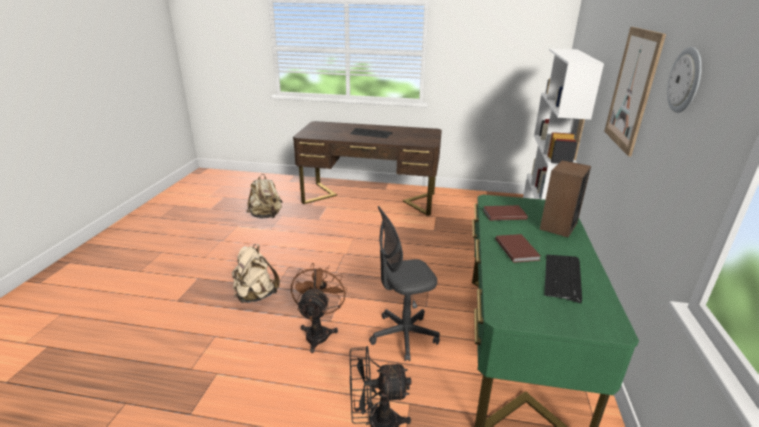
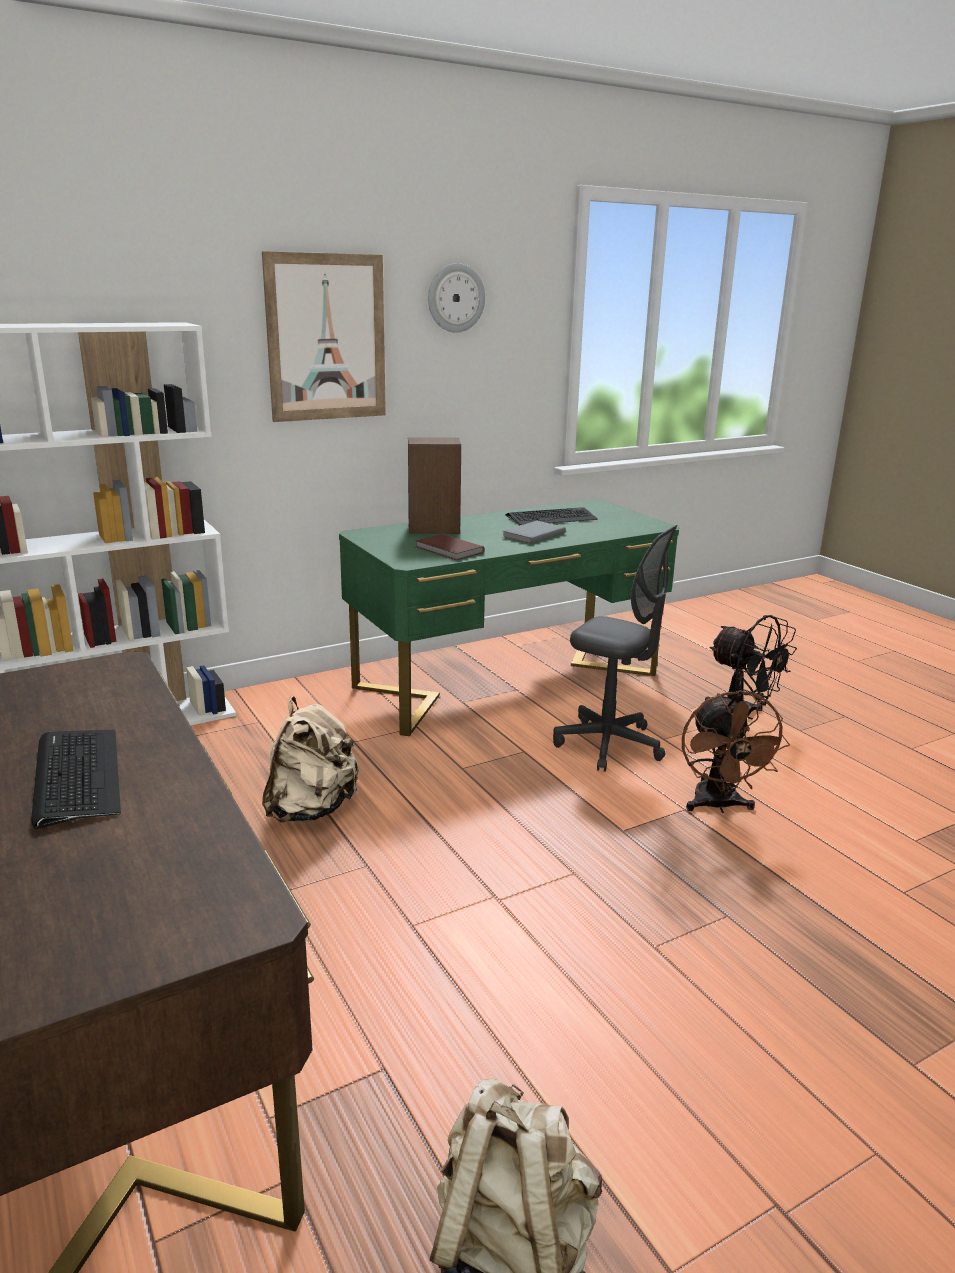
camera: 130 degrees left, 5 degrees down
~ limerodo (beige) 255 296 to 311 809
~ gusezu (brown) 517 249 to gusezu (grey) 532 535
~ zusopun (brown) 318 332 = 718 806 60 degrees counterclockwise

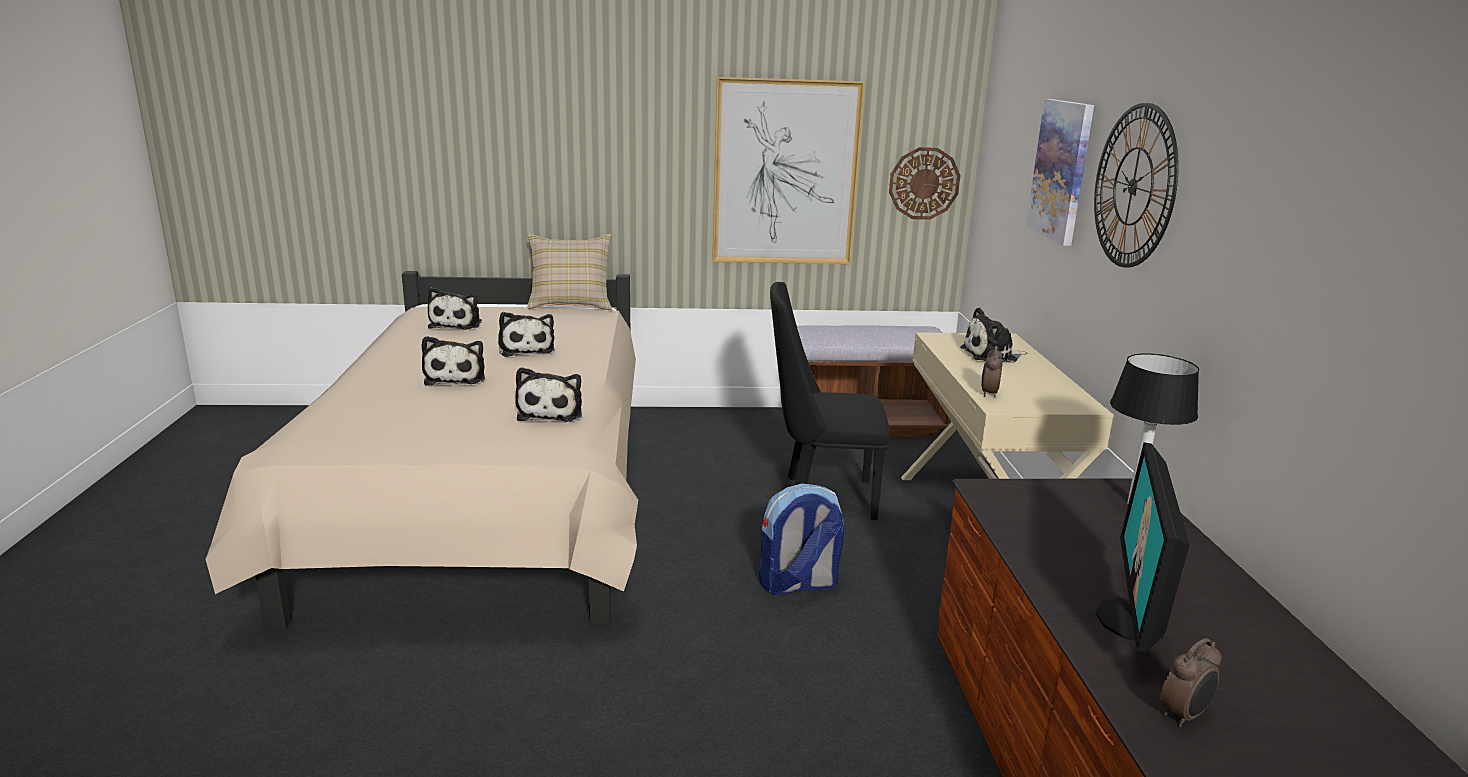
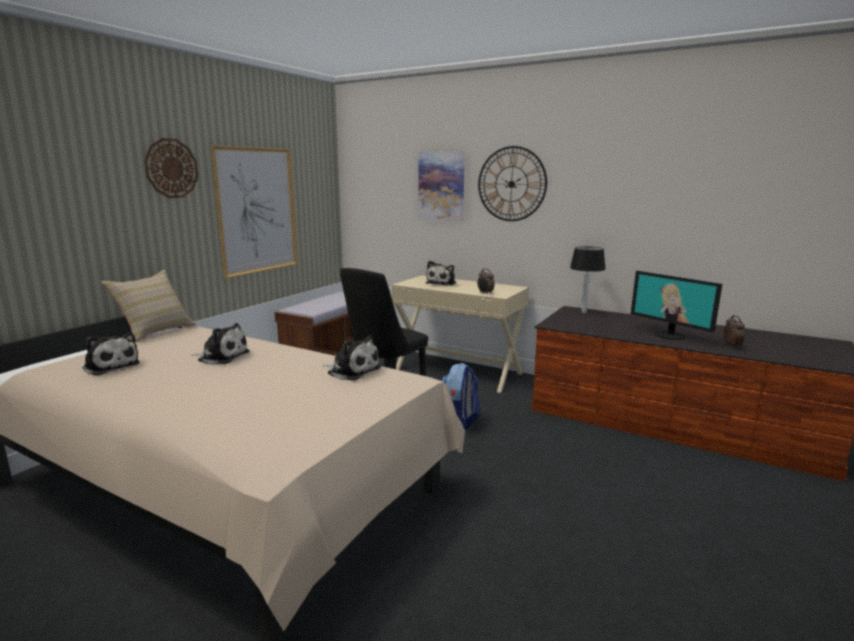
camera: 55 degrees left, 5 degrees down
~ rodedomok 924 183 to 171 168
- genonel 456 377

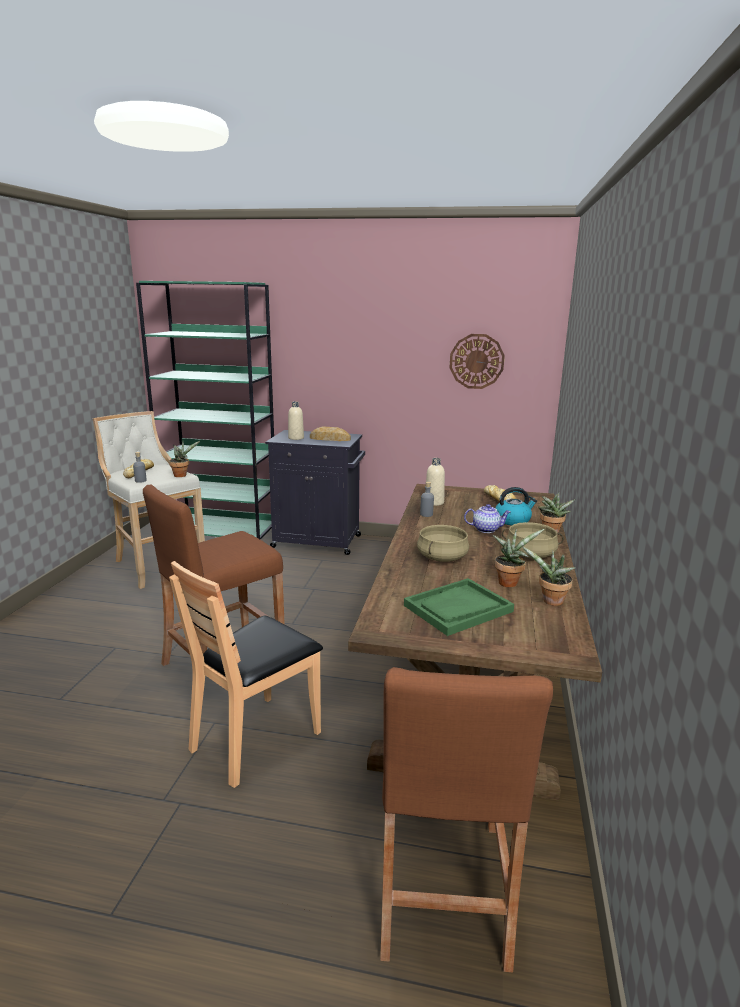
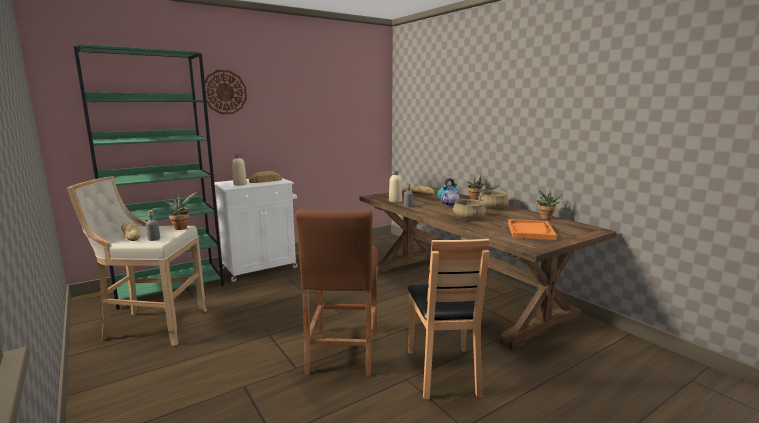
camera: 45 degrees left, 5 degrees down
~ rodedomok 476 361 to 224 92
~ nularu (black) 318 542 to nularu (white) 260 267
~ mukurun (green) 458 608 to mukurun (orange) 530 231
- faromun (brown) 442 886
- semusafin 509 582

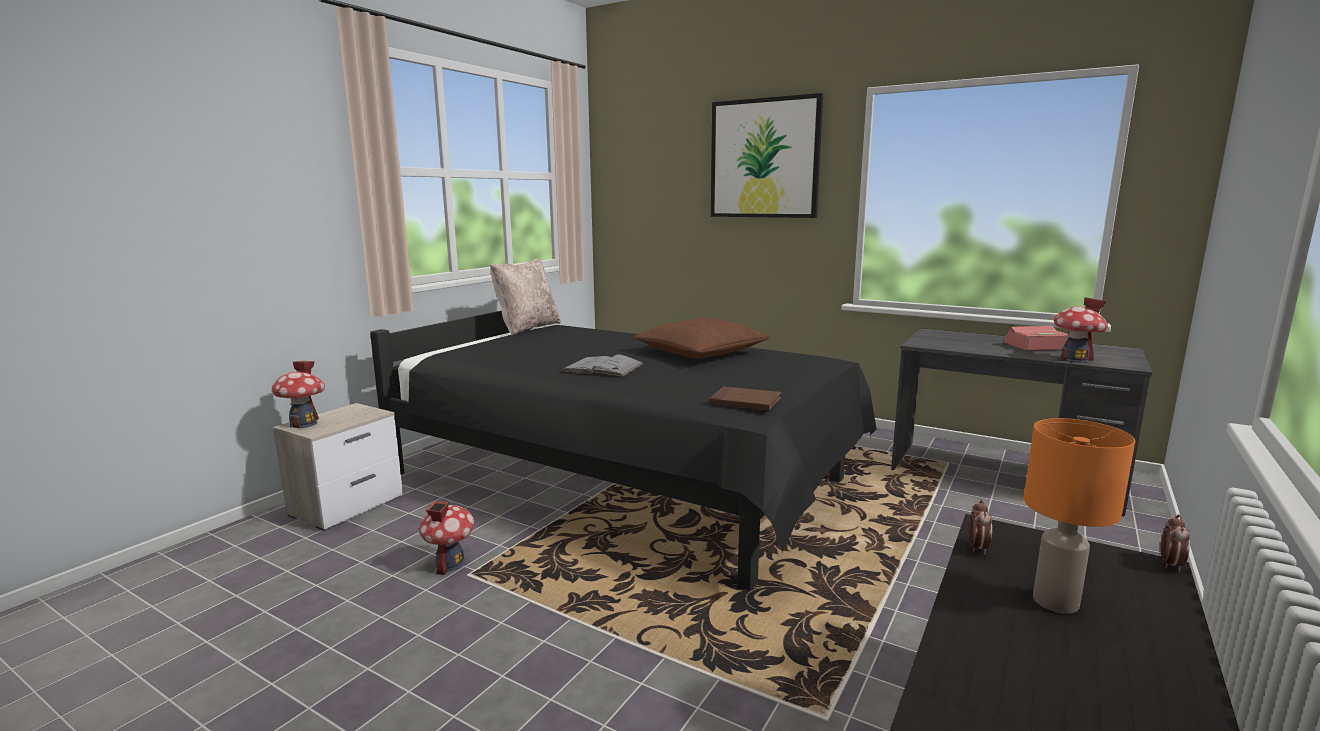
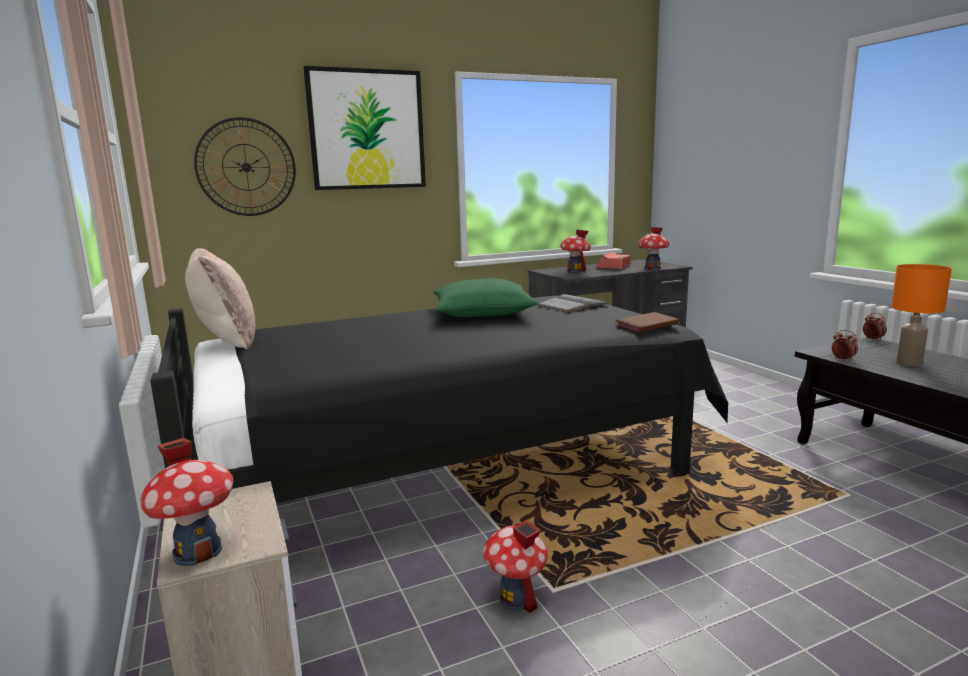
camera: 55 degrees left, 0 degrees up
+ rodedomok 246 167
~ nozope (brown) 700 352 to nozope (green) 482 312
~ gusezu (grey) 603 367 to 572 305
+ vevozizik 575 270

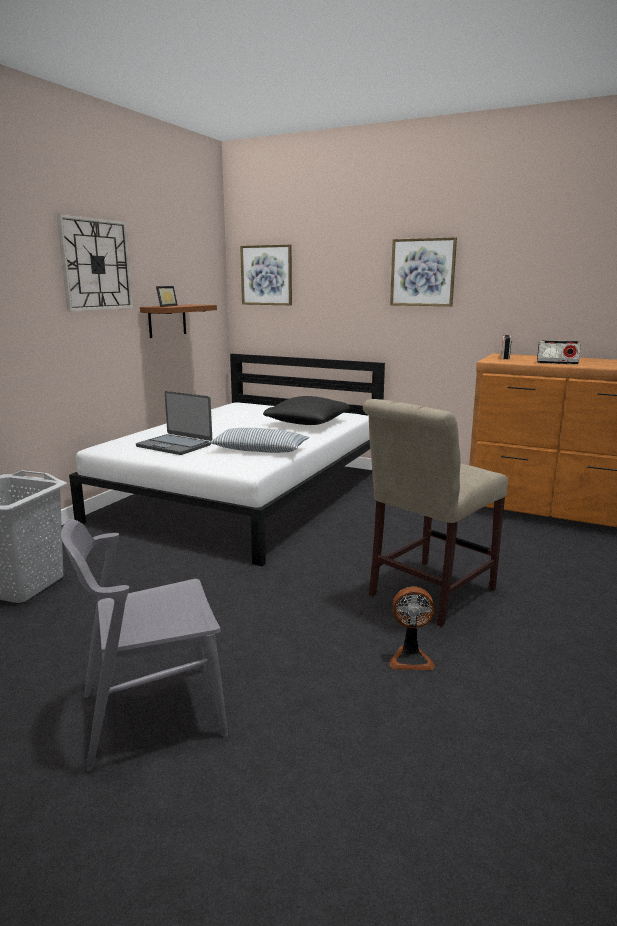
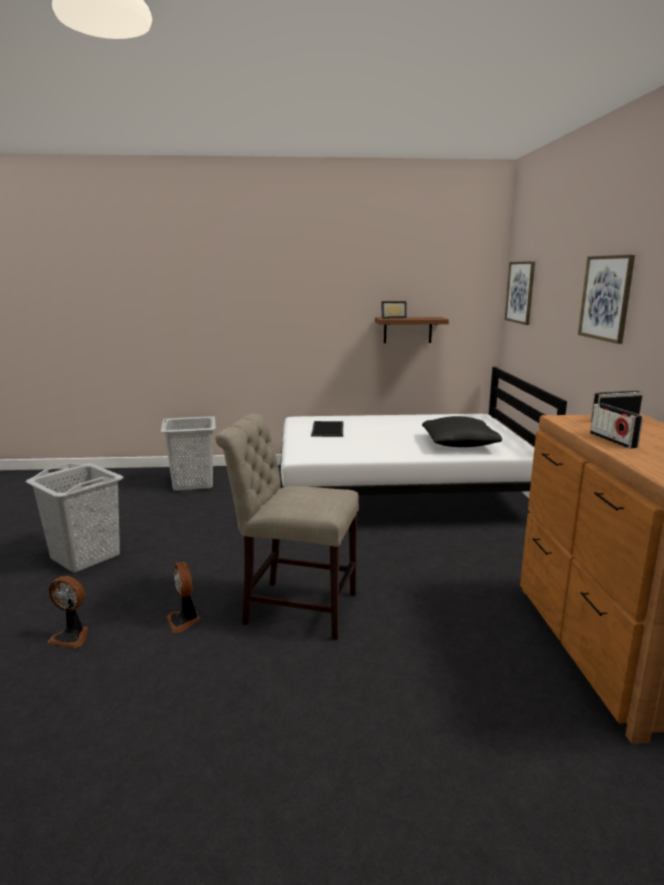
camera: 60 degrees right, 0 degrees up
~ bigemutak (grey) 152 714 to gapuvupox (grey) 86 556
+ zusopun 72 637
~ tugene 175 445 to mukurun 328 429
- rodedomok 96 264
- nozope 259 450

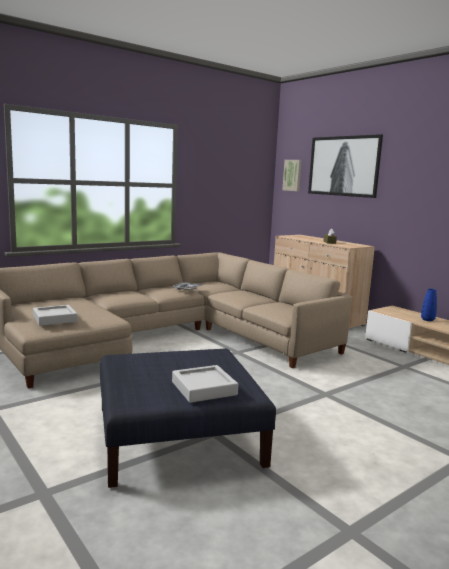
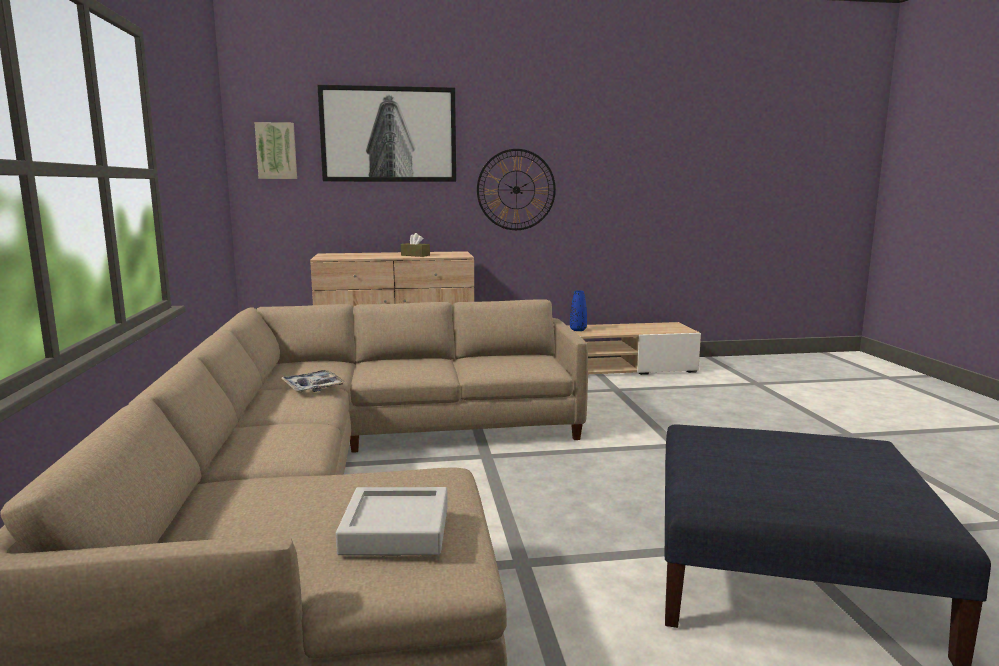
camera: 60 degrees left, 0 degrees up
+ rodedomok 516 190
- mukurun (grey) 204 388

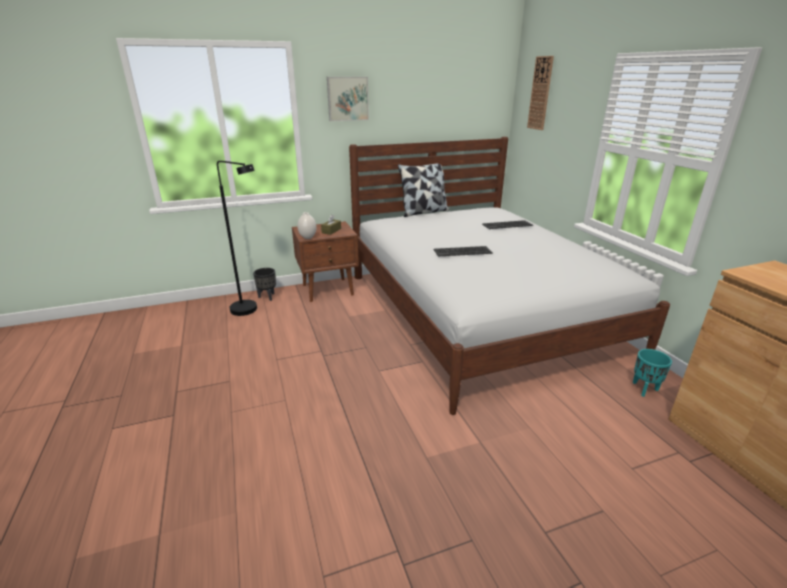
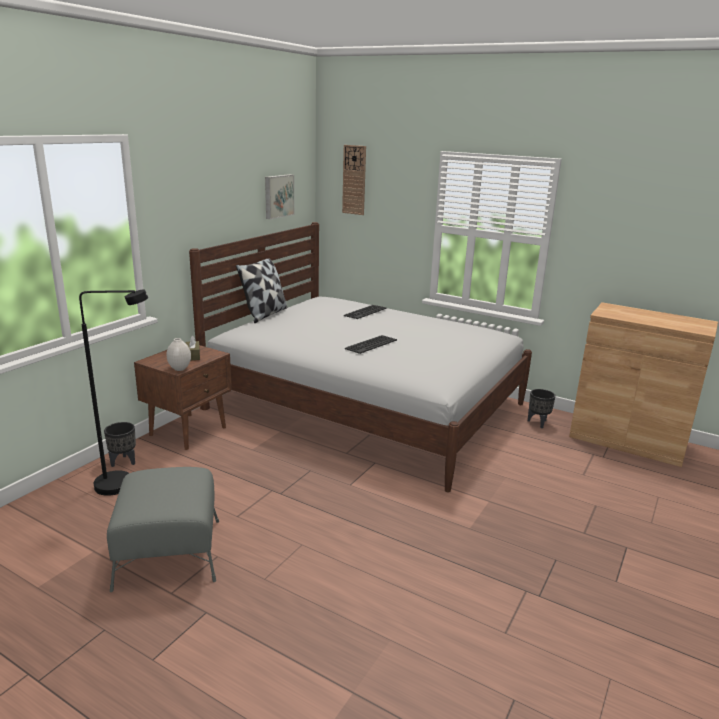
camera: 40 degrees left, 5 degrees down
+ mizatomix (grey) 169 552
~ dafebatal 347 98 to 278 196
~ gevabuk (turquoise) 645 389 to gevabuk (black) 538 423

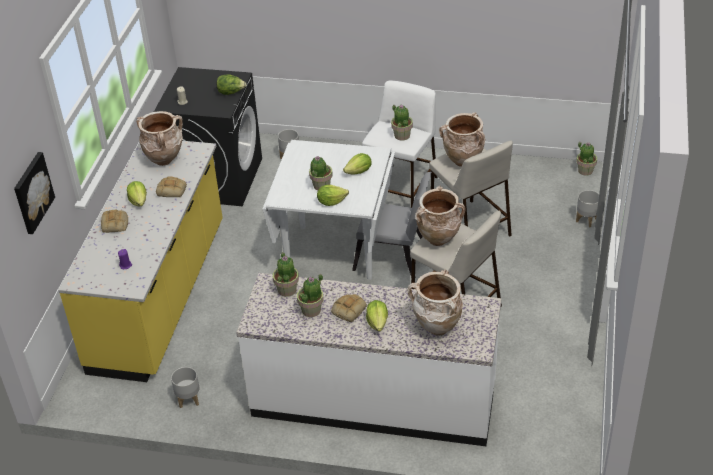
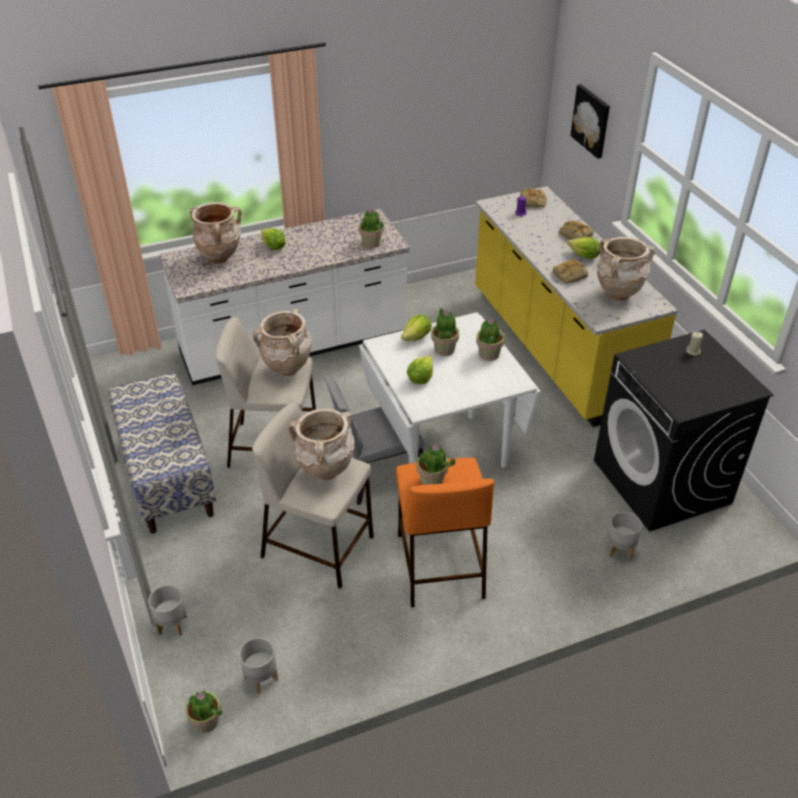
camera: 145 degrees right, 0 degrees up
+ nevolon 167 475
~ gevabuk (grey) 189 399 to 260 679
~ faromun (white) 401 190 to faromun (orange) 439 564
~ semusafin 311 310 to 488 354
~ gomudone 348 309 to 533 202
- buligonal 231 92

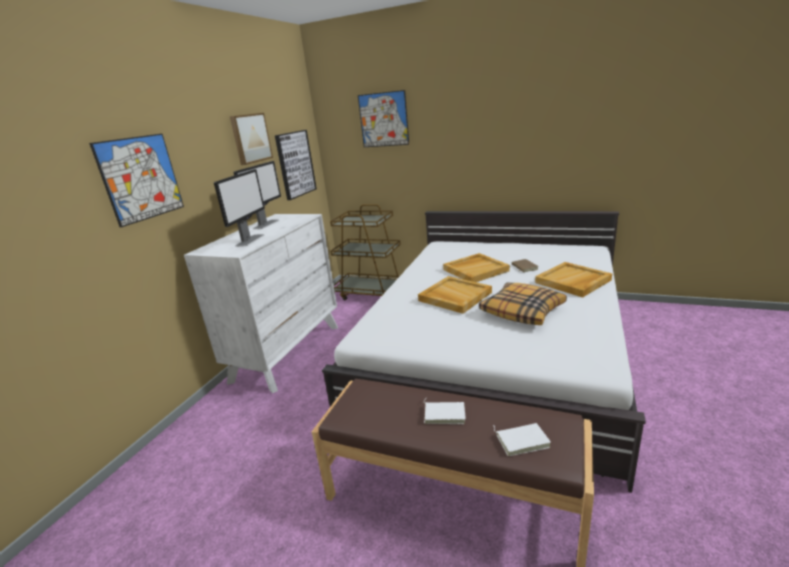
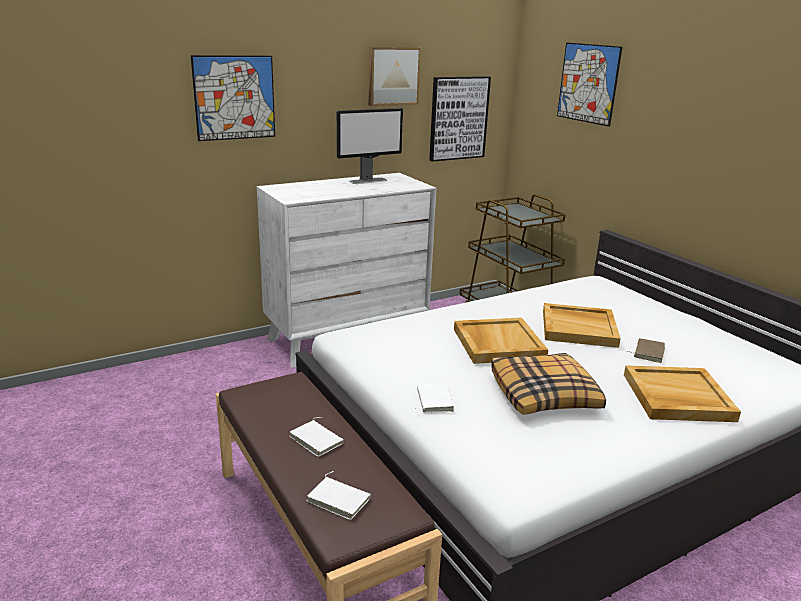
camera: 35 degrees right, 0 degrees up
+ gusezu (white) 432 400
- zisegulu 250 240

